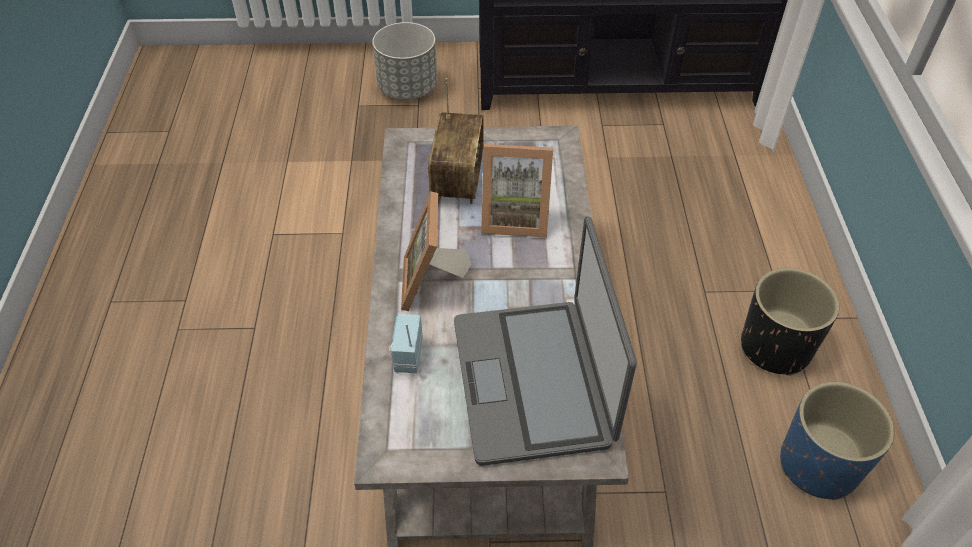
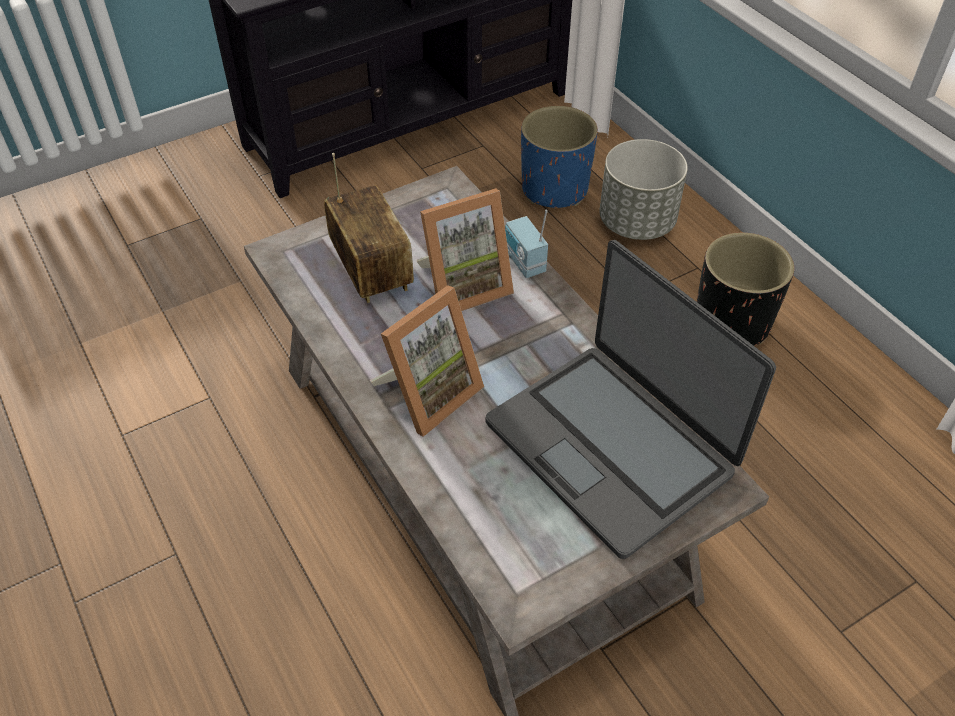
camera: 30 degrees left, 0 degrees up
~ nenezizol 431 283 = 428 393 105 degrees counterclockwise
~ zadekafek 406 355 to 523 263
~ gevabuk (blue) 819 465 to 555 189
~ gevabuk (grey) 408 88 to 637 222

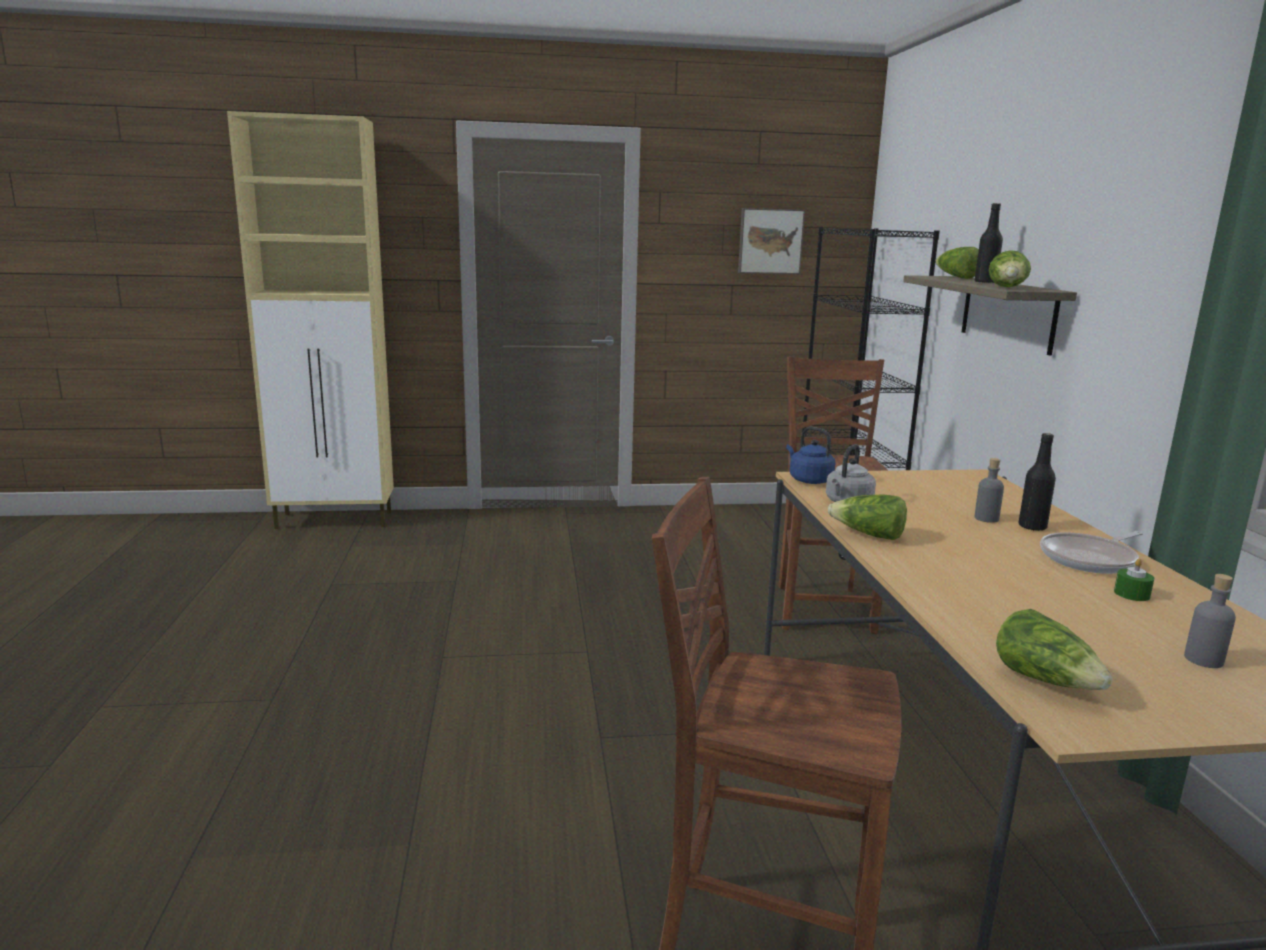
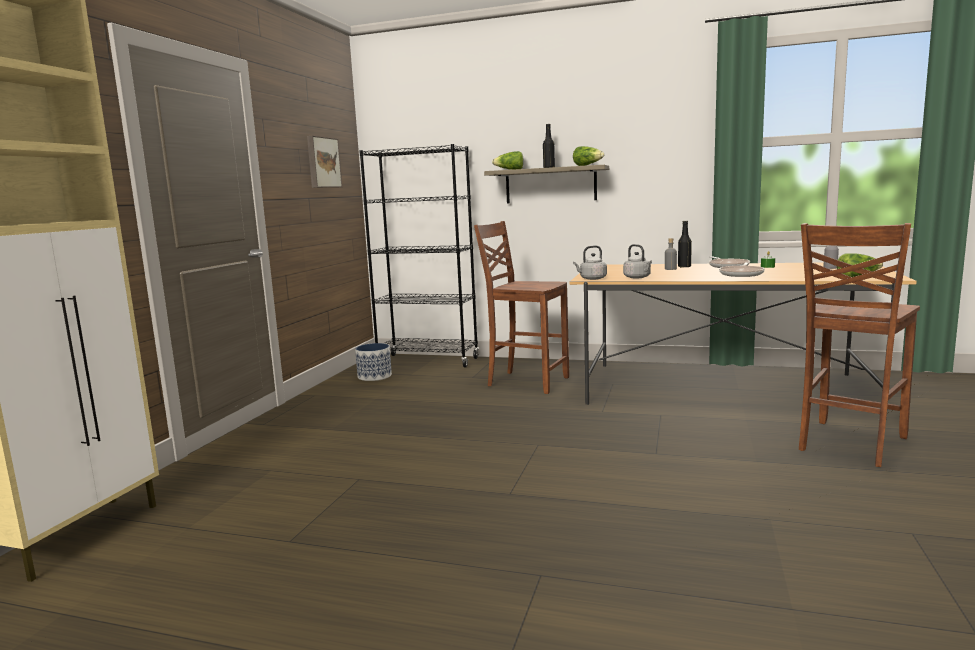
camera: 65 degrees left, 5 degrees down
+ gevabuk 375 376
~ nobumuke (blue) 808 480 to nobumuke (grey) 591 279
+ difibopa 742 274
- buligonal 868 535

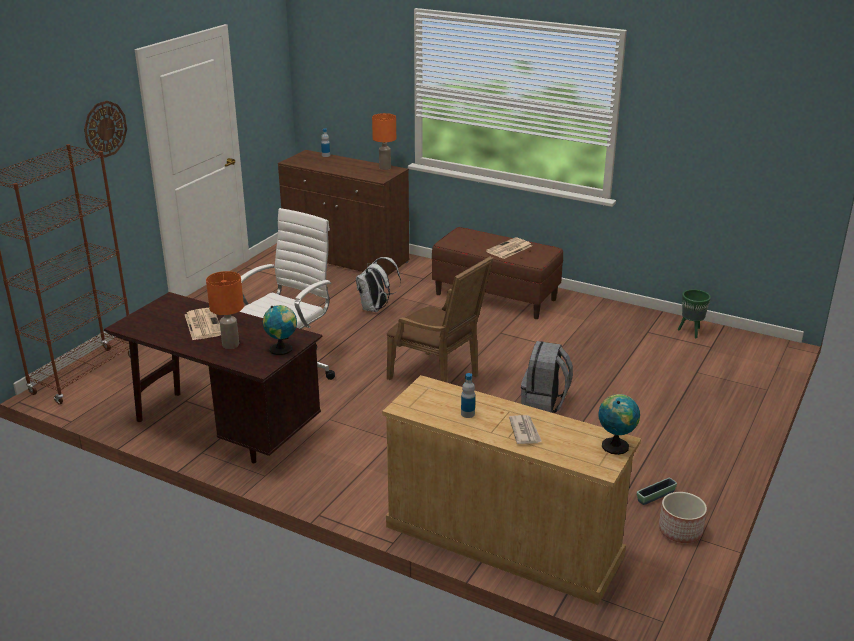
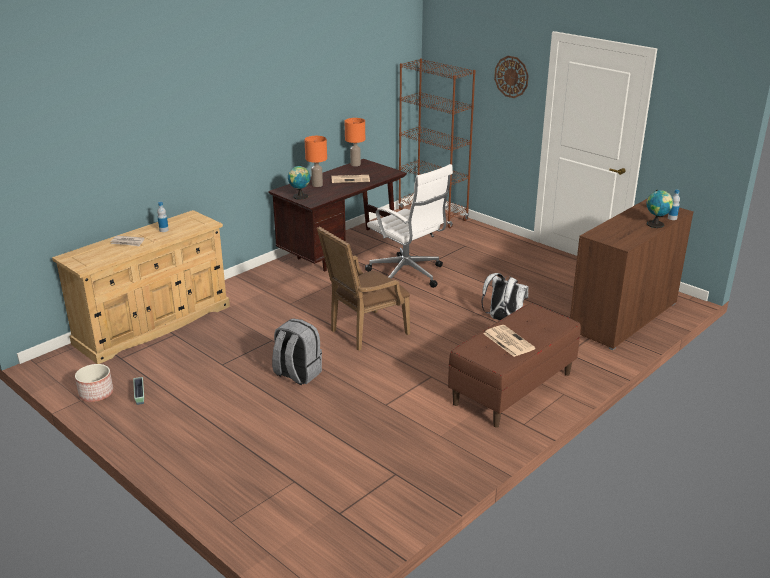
camera: 105 degrees right, 0 degrees up
~ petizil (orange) 385 168 to 355 164
~ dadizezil 615 445 to 656 225
- gevabuk (green) 691 332

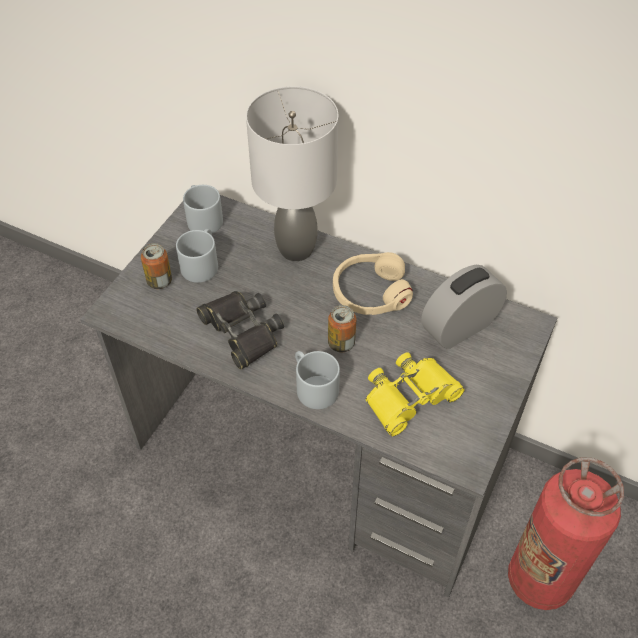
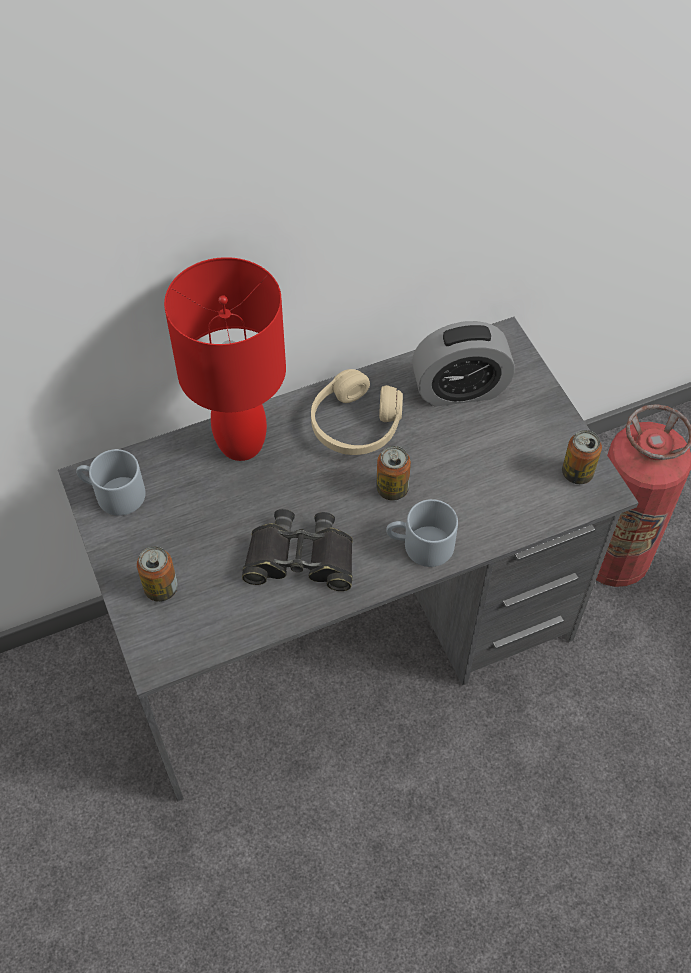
camera: 50 degrees left, 5 degrees up
~ petizil (grey) 295 249 to petizil (red) 241 445
~ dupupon 459 327 = 459 389 105 degrees counterclockwise
+ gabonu 577 473
- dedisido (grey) 201 263
- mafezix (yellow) 409 397

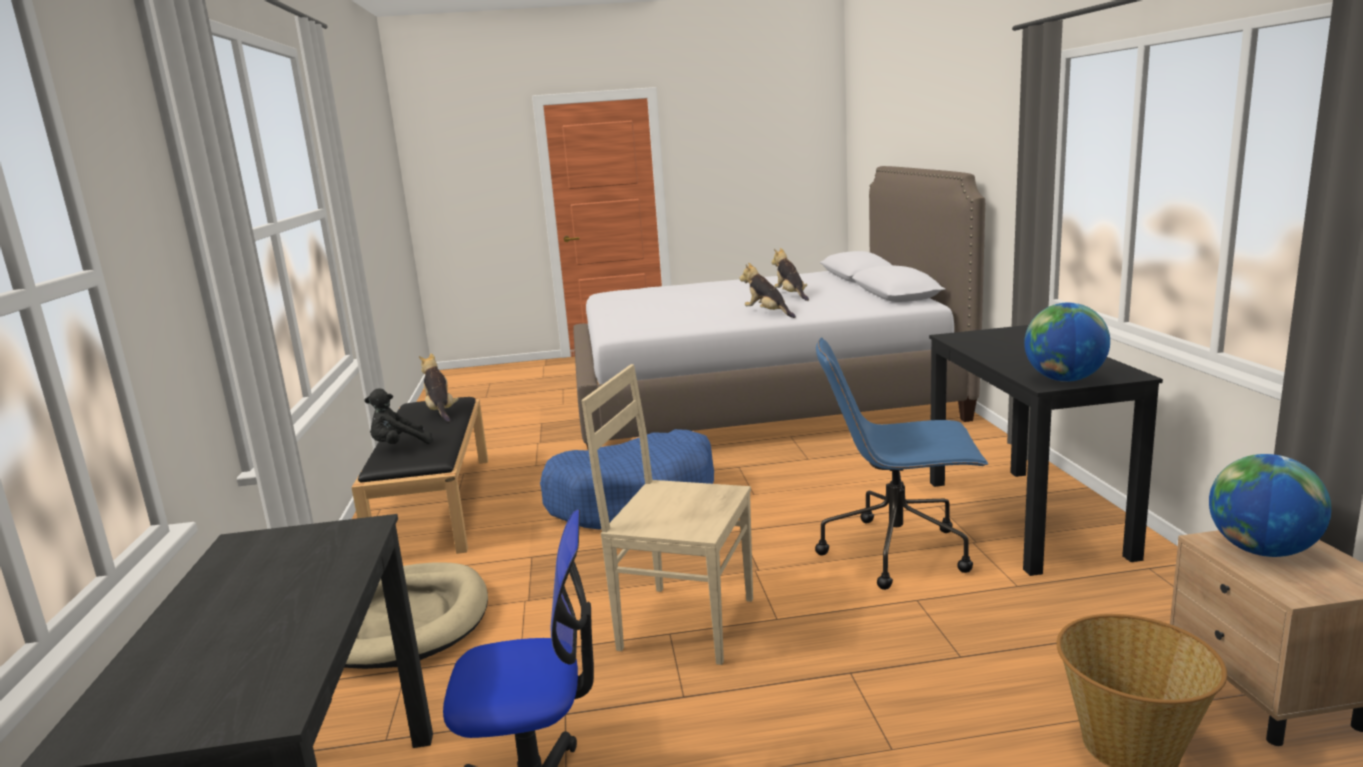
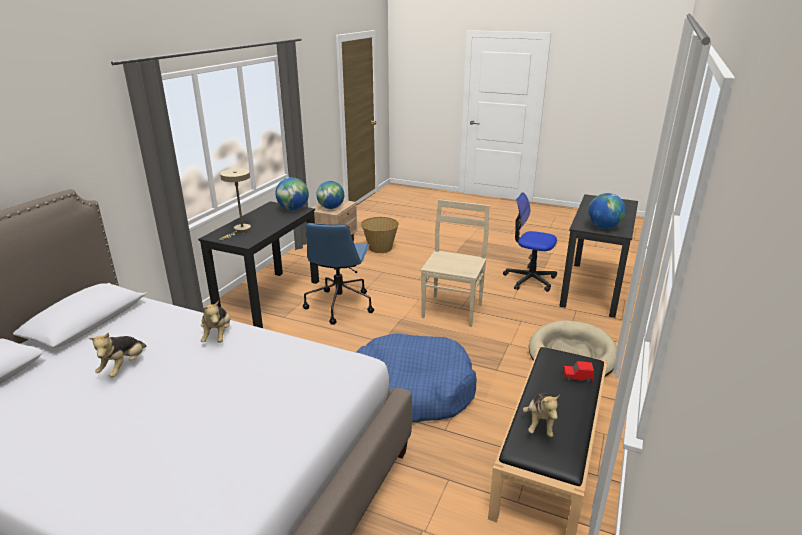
camera: 150 degrees left, 10 degrees up
+ petizil (beige) 240 231
~ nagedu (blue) 898 551 = 340 305 60 degrees clockwise
~ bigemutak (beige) 682 623 = 452 310 120 degrees counterclockwise
~ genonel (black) 399 446 to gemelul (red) 577 378
+ dadizezil 603 227

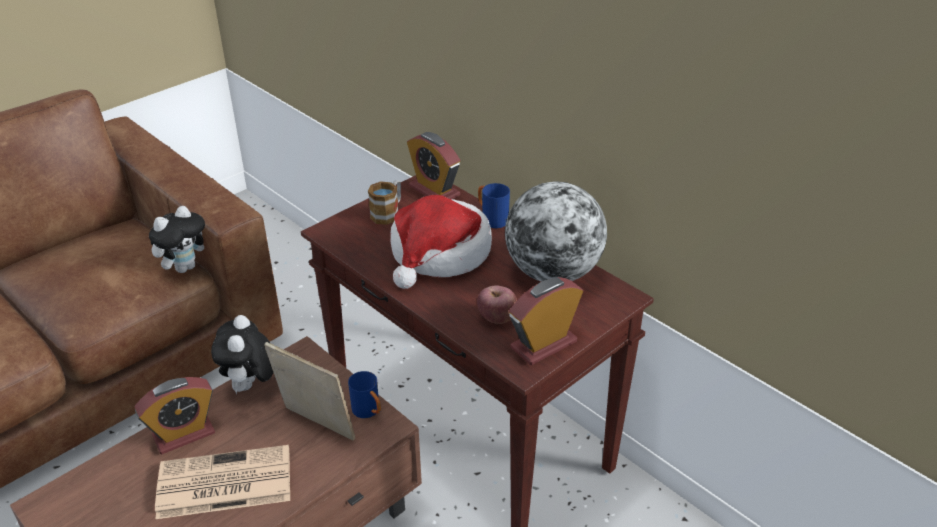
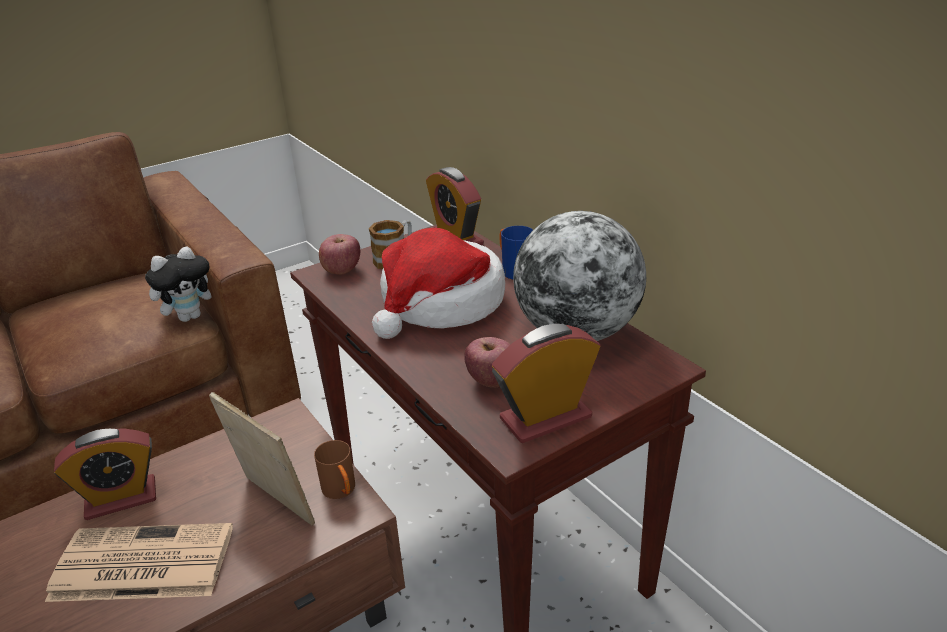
camera: 10 degrees right, 5 degrees down
~ dedisido (blue) 369 412 to dedisido (brown) 341 491
+ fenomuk 341 270
- genonel 250 386

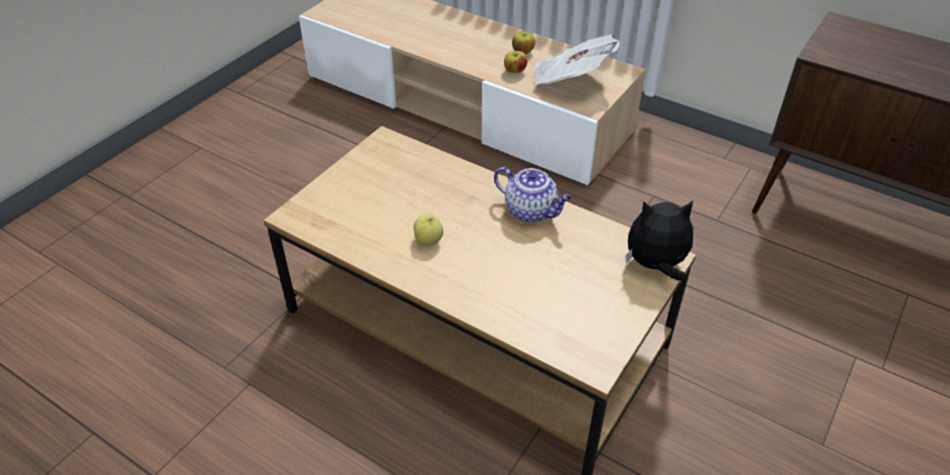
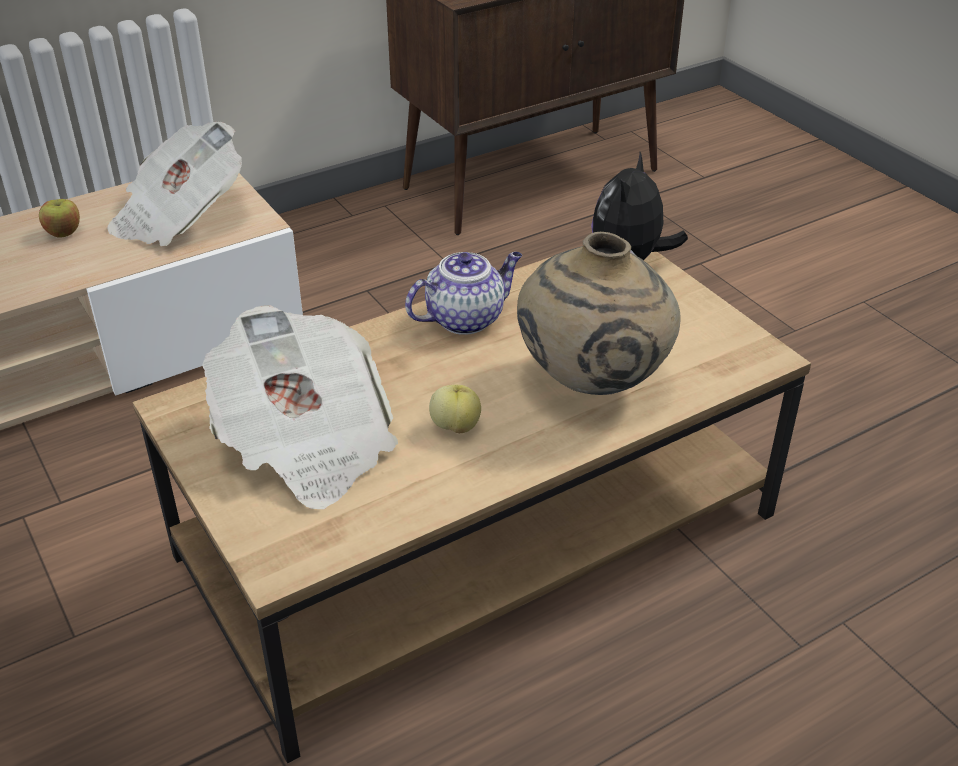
camera: 65 degrees left, 5 degrees down
+ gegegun 306 443
+ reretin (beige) 592 384
- fenomuk 515 71

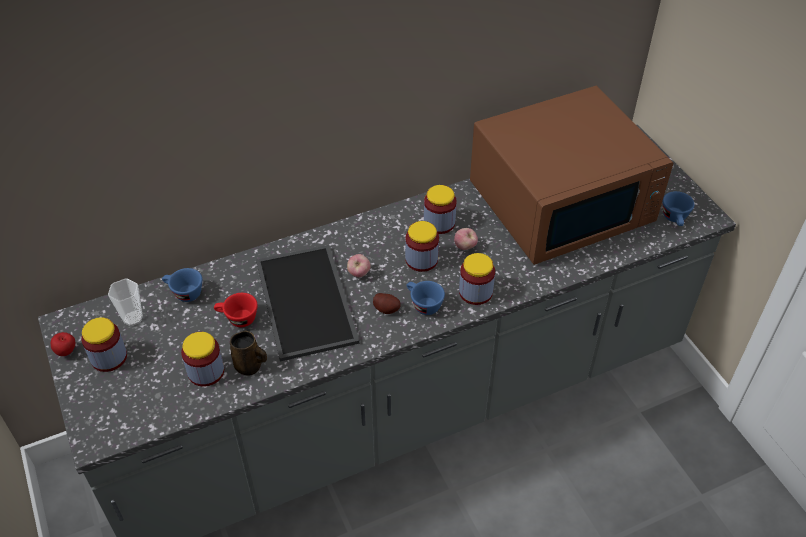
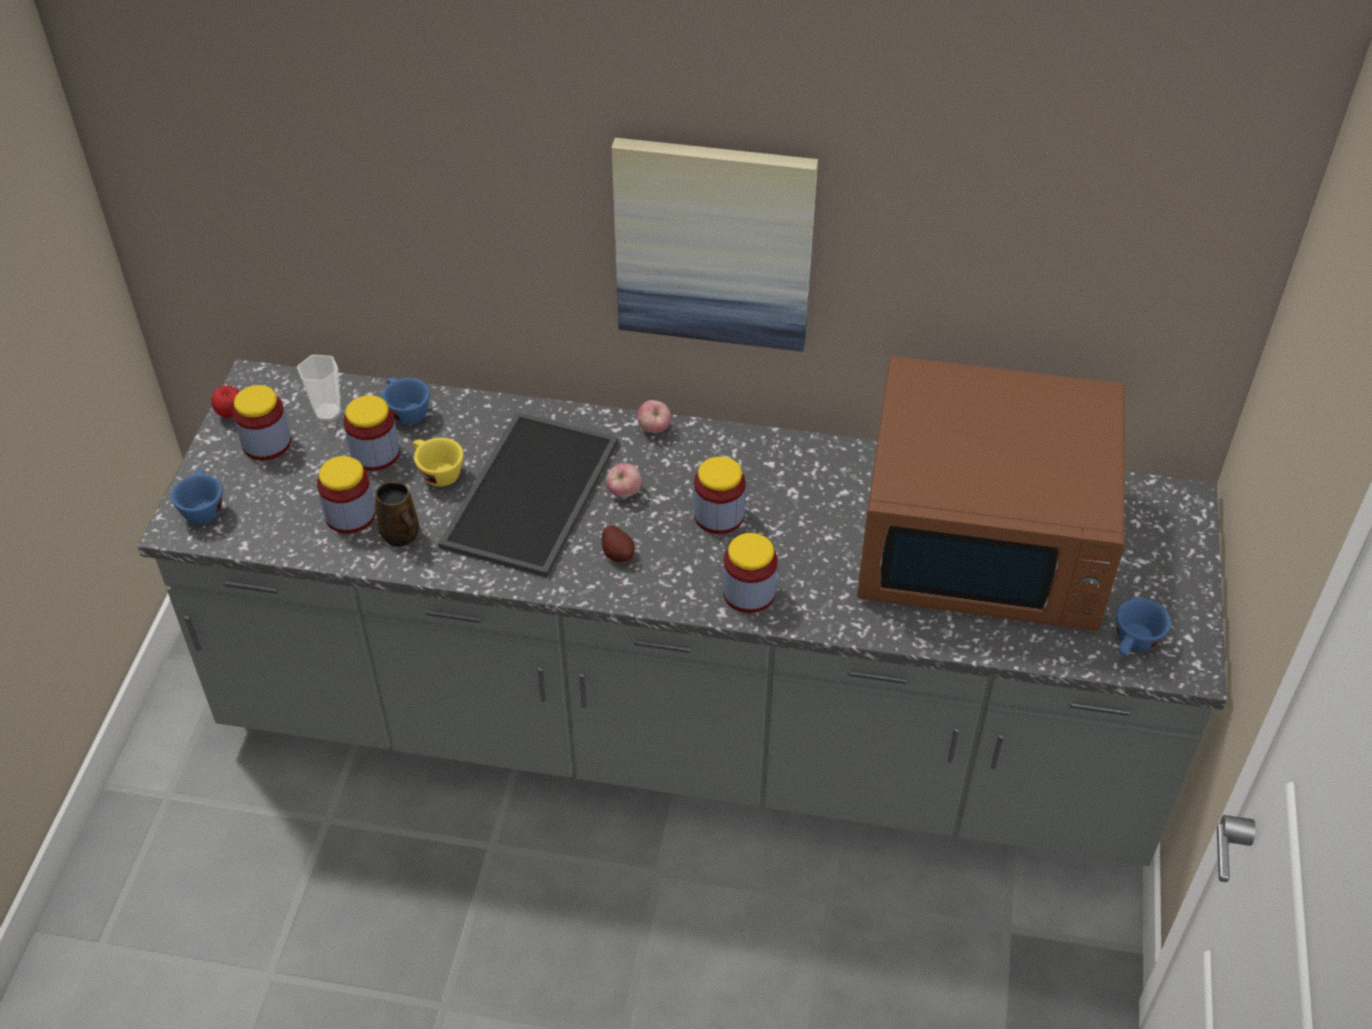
camera: 35 degrees right, 0 degrees up
~ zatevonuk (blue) 423 304 to 202 508
~ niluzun 439 223 to 375 453
~ zatevonuk (red) 237 319 to zatevonuk (yellow) 436 472
+ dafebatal 714 243
~ fenomuk 465 247 to 654 429

